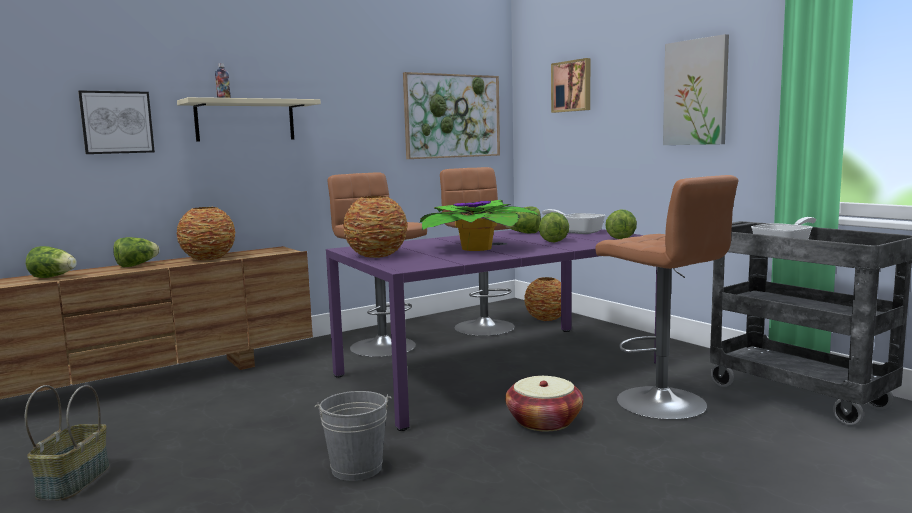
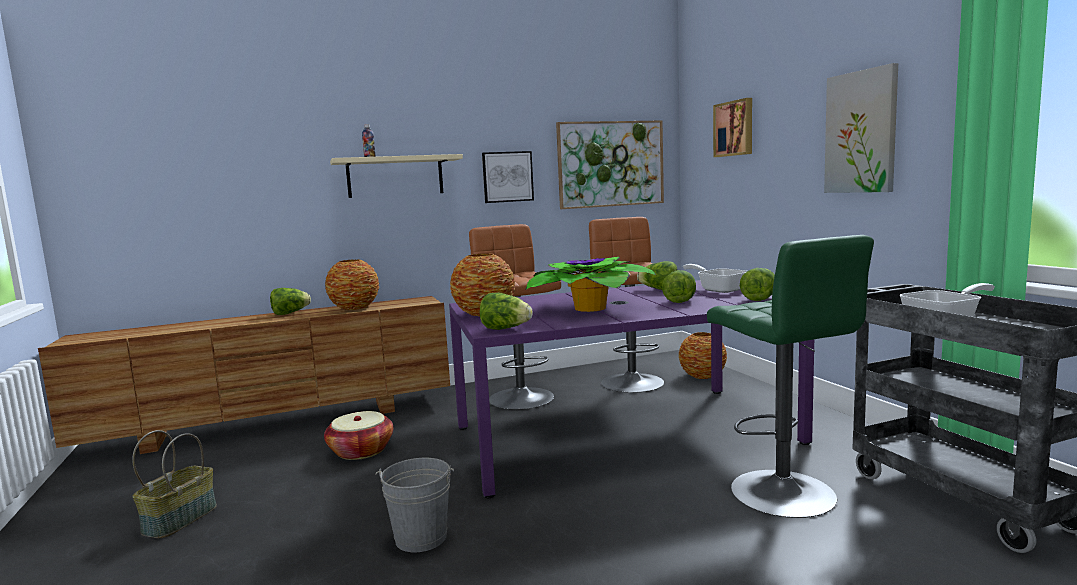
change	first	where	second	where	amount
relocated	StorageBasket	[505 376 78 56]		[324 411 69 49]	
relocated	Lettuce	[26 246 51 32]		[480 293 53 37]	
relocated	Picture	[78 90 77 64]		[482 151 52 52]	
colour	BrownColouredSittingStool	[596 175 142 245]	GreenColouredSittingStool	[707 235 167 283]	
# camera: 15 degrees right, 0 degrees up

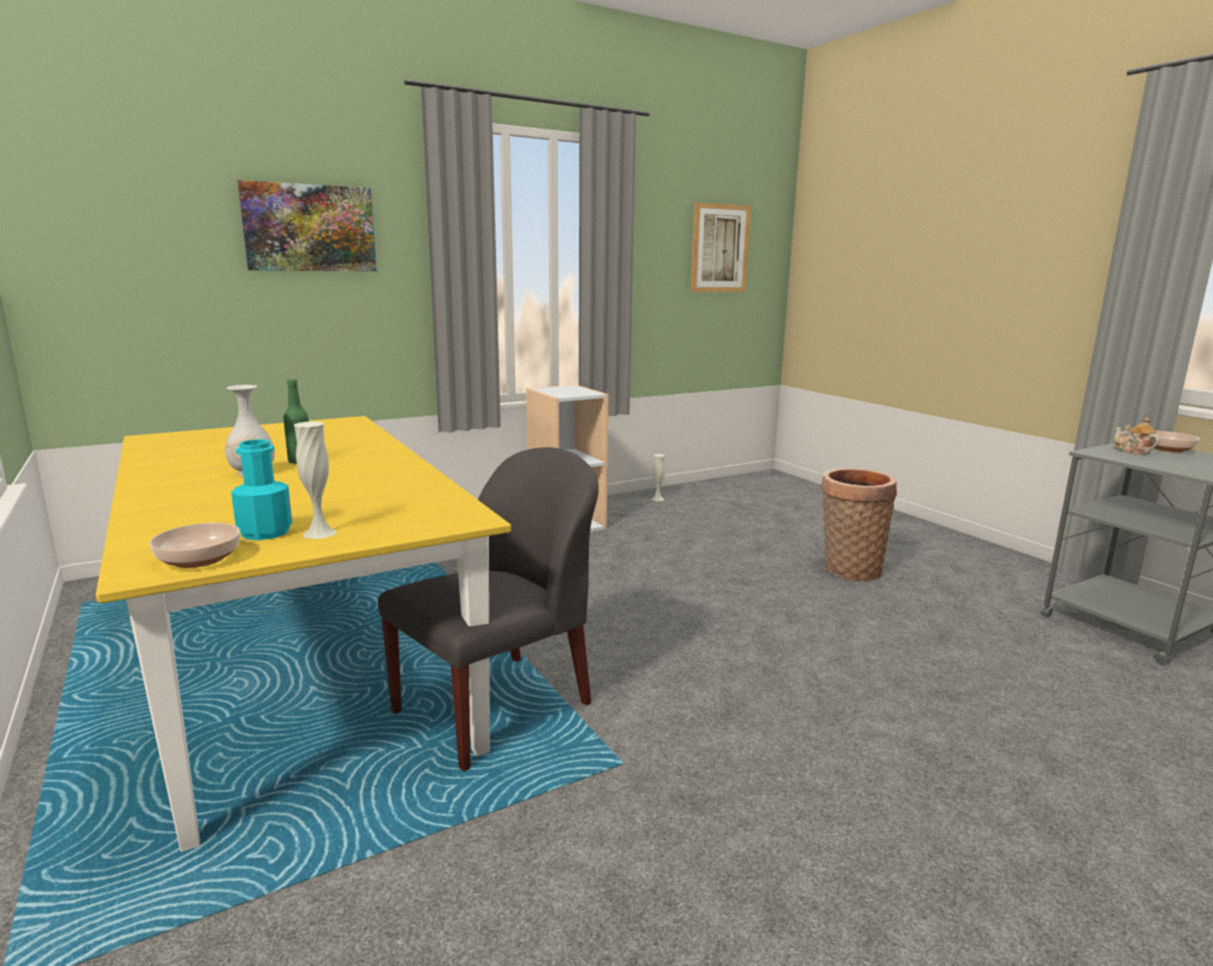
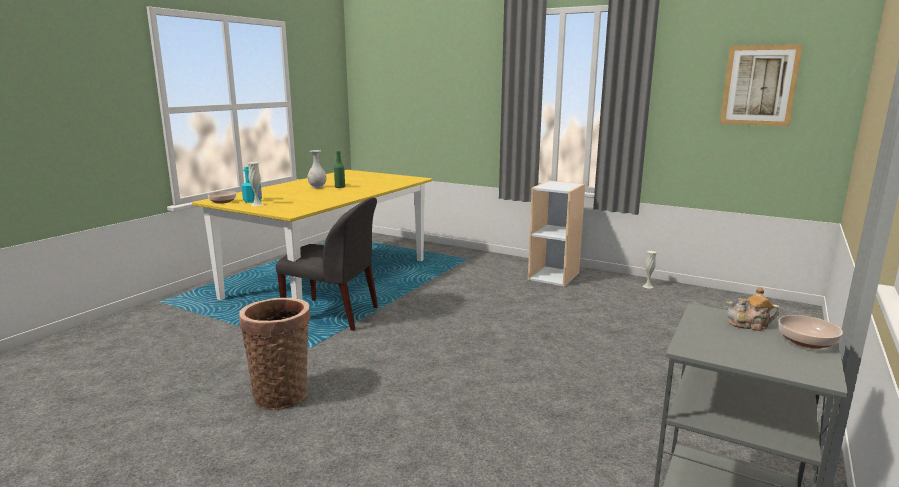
change	first	where	second	where	amount
relocated	StorageBasket	[821 468 76 113]		[239 298 72 112]	
spun	Teapot	[1113 417 47 38]		[726 287 54 44]	120 degrees counterclockwise
missing	Picture	[237 180 140 91]			
# camera: 60 degrees right, 0 degrees up

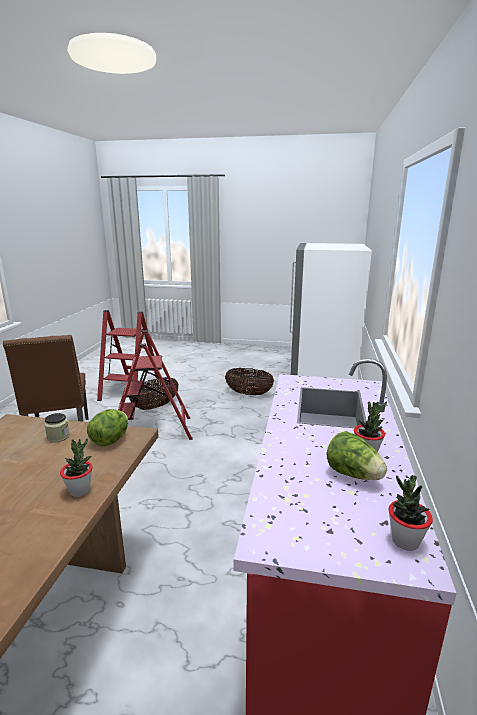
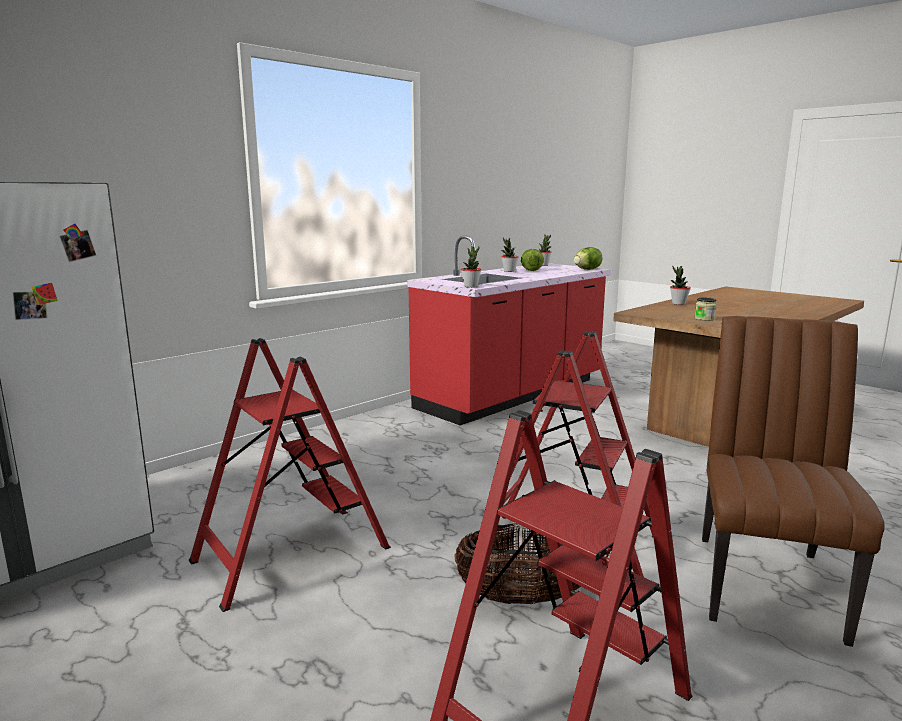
change	first	where	second	where	amount
exchanged	StorageBasket	[225 368 49 27]	RedColouredStepStool	[189 338 202 274]	
appeared			PottedPlant	[461 246 20 42]	
relocated	Lettuce	[87 409 41 37]		[574 247 29 23]	
# camera: 145 degrees left, 5 degrees down

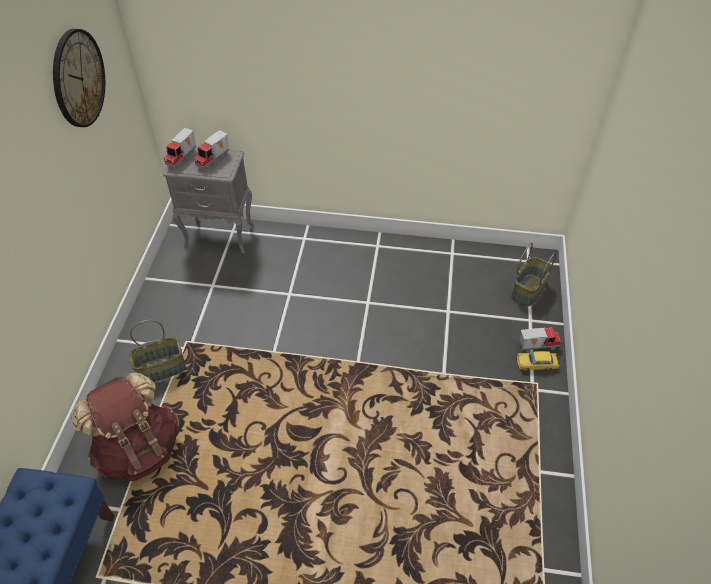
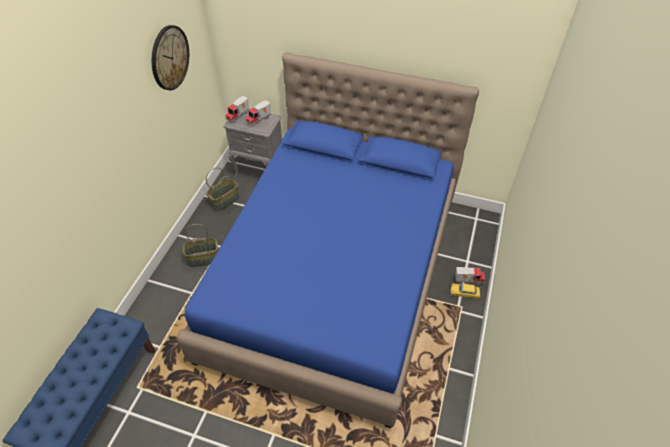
change	first	where	second	where	amount
appeared			BlueBed	[177 52 302 376]	
relocated	StorageBasket	[511 243 45 64]		[206 167 34 45]	
missing	BrownColouredBackpack	[72 372 107 109]			
# camera: 10 degrees right, 0 degrees up

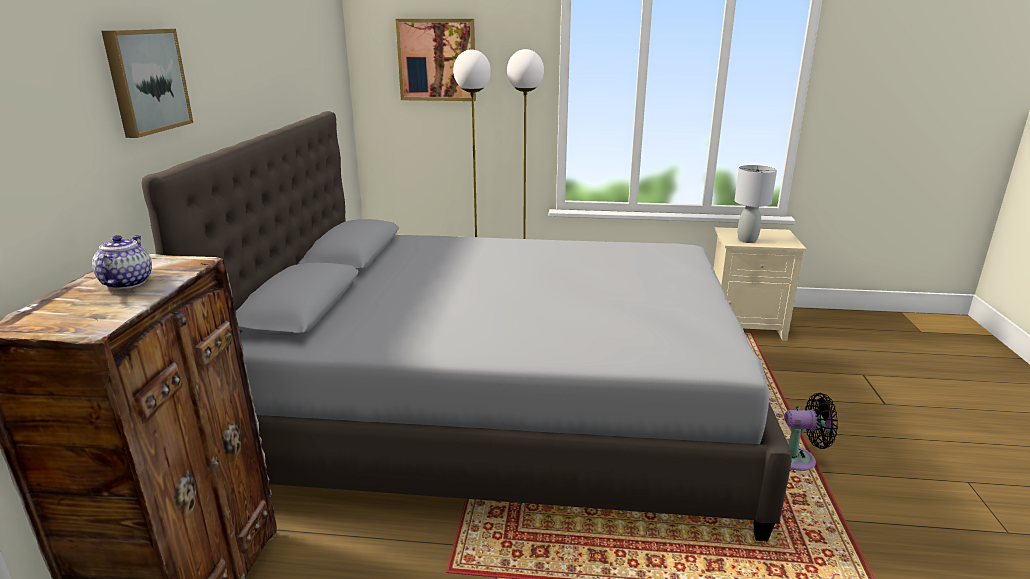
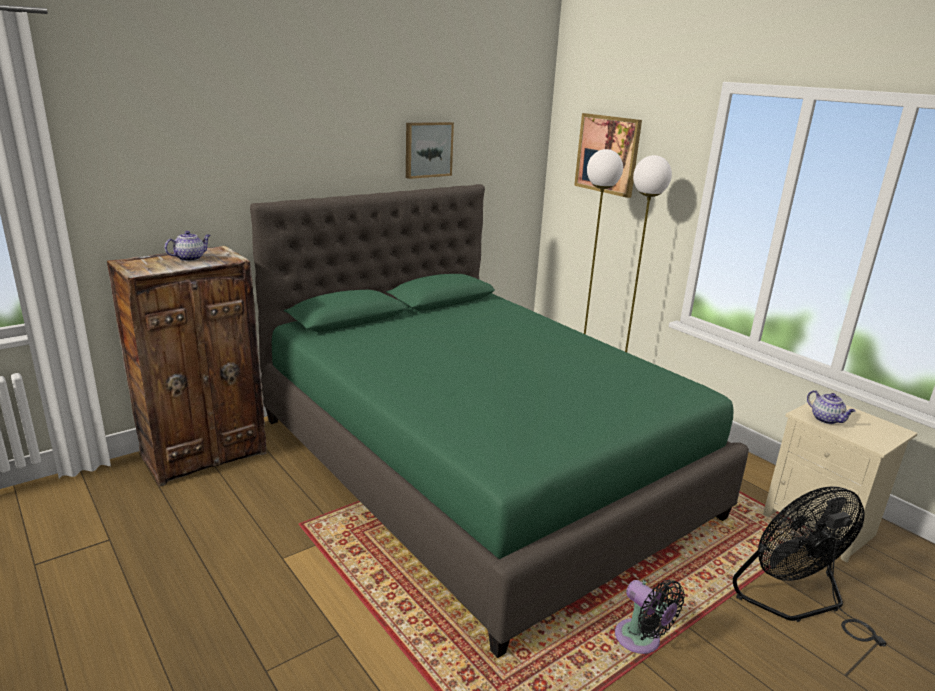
change	first	where	second	where	amount
colour	GreyishBed	[142 111 650 430]	GreenColouredBed	[250 184 499 474]	
relocated	Picture	[101 29 92 109]		[406 122 48 57]	
appeared			BlackCoolingFan	[733 486 153 161]	
exchanged	GreyishTableLamp	[734 165 43 78]	Teapot	[807 390 48 34]	
# camera: 45 degrees right, 0 degrees up

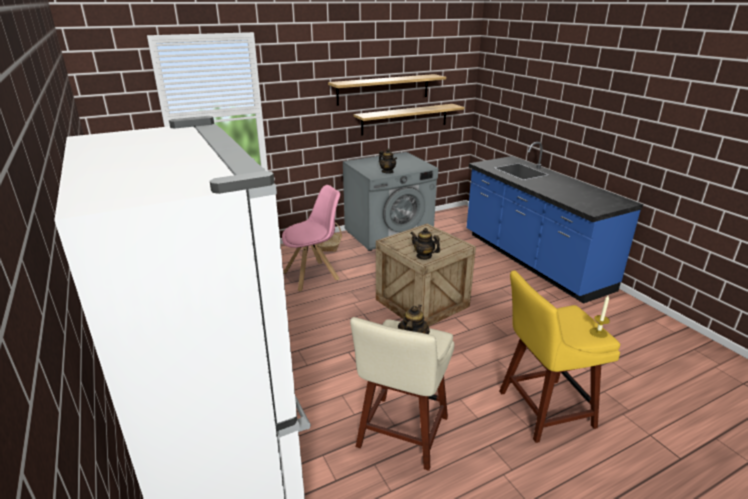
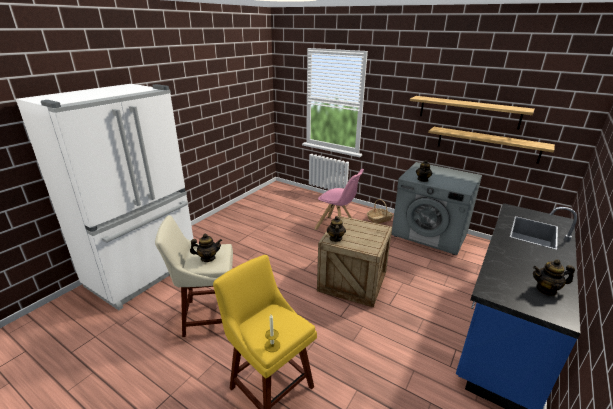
change	first	where	second	where	amount
appeared			Teapot	[533 259 42 37]	
# camera: 60 degrees right, 0 degrees up

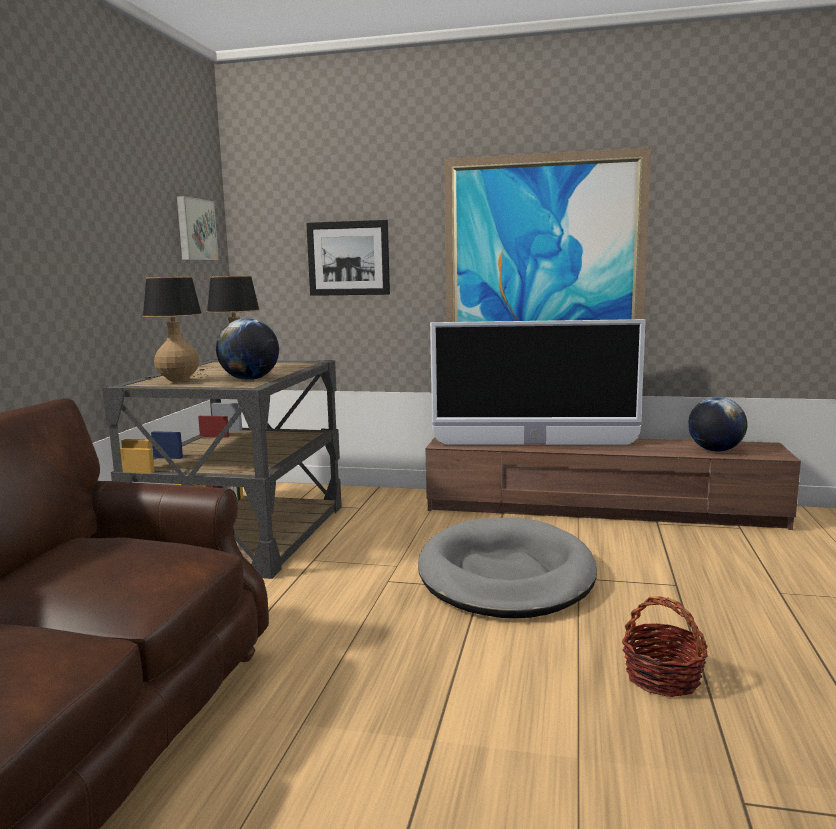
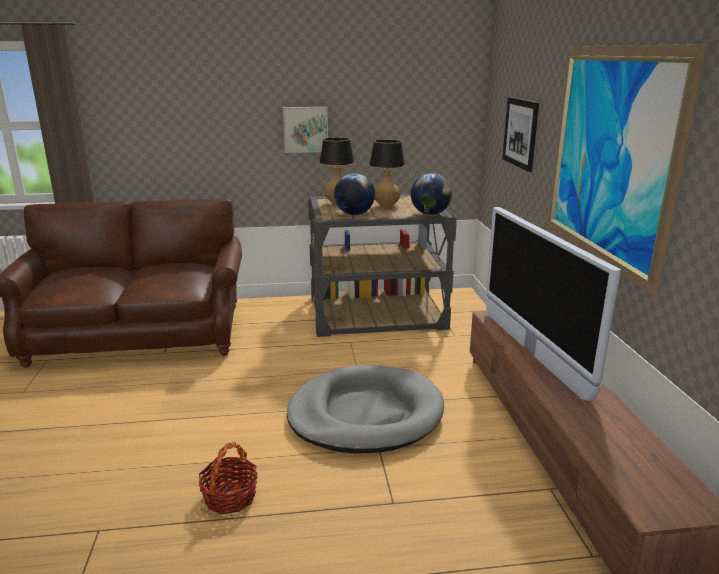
change	first	where	second	where	amount
relocated	Picture	[177 196 42 64]		[283 107 45 46]	
relocated	DeskGlobe	[688 397 59 55]		[411 173 41 42]	
# camera: 70 degrees right, 10 degrees up

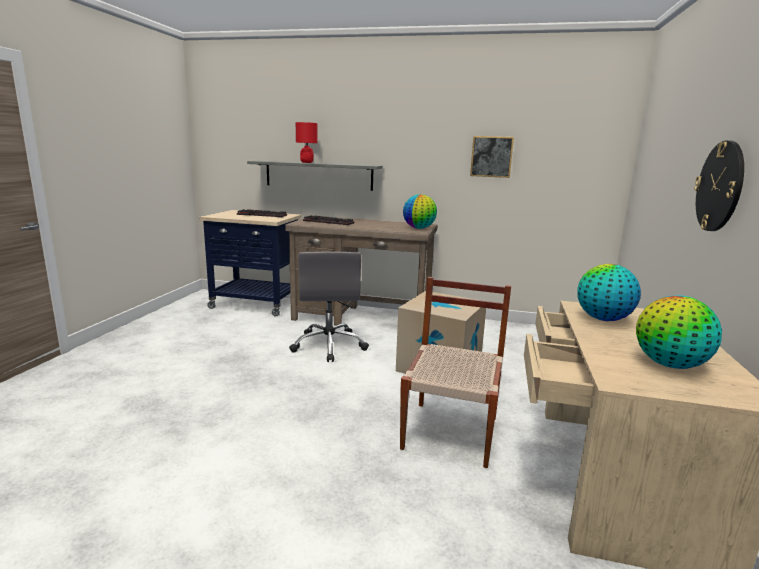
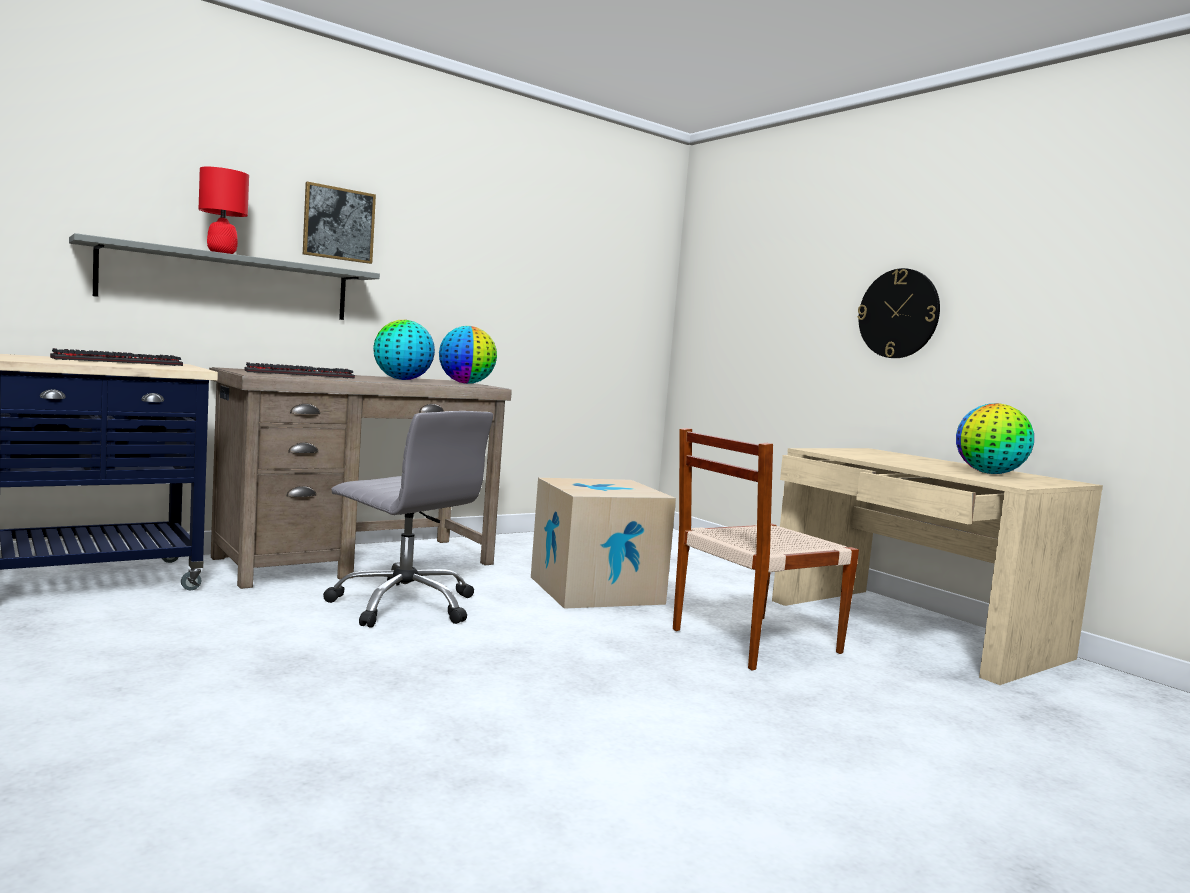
change	first	where	second	where	amount
relocated	Picture	[470 136 44 42]		[303 181 73 83]	
relocated	DeskGlobe	[577 264 64 57]		[373 320 62 60]	
spun	PlainChair	[400 277 111 191]		[673 428 186 243]	90 degrees counterclockwise
# camera: 50 degrees left, 10 degrees down

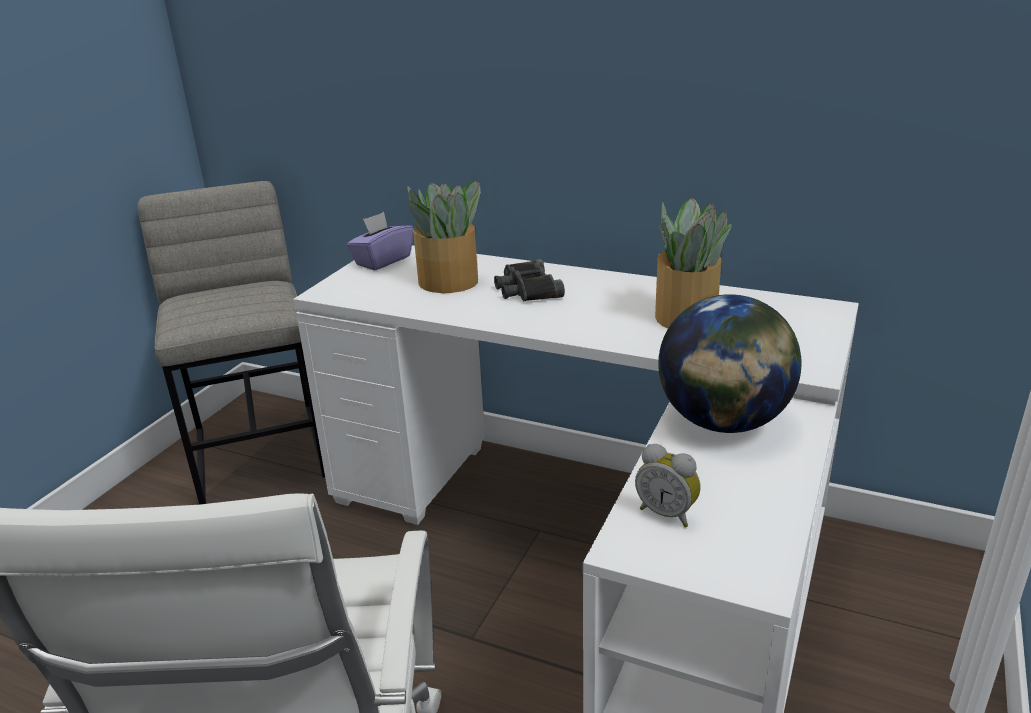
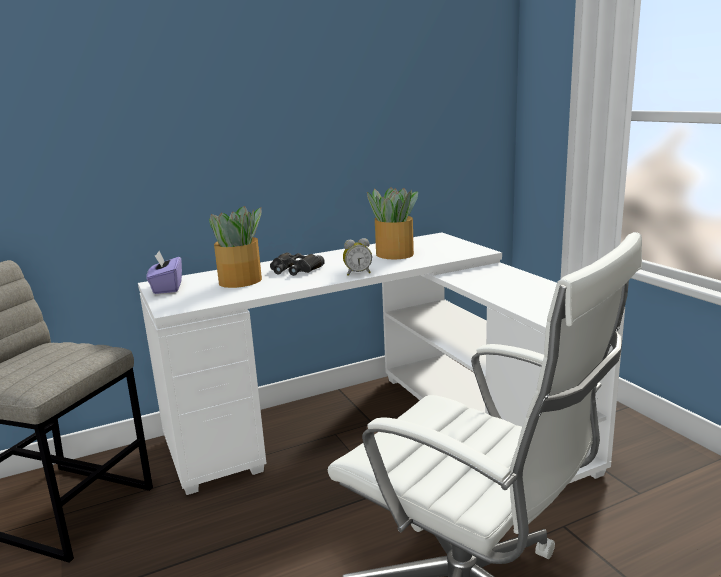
change	first	where	second	where	amount
relocated	TableClock	[635 444 66 83]		[343 238 29 38]	
missing	DeskGlobe	[658 294 144 139]			
# camera: 50 degrees left, 10 degrees down

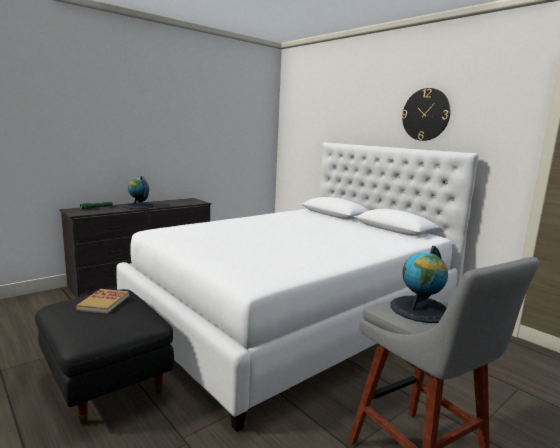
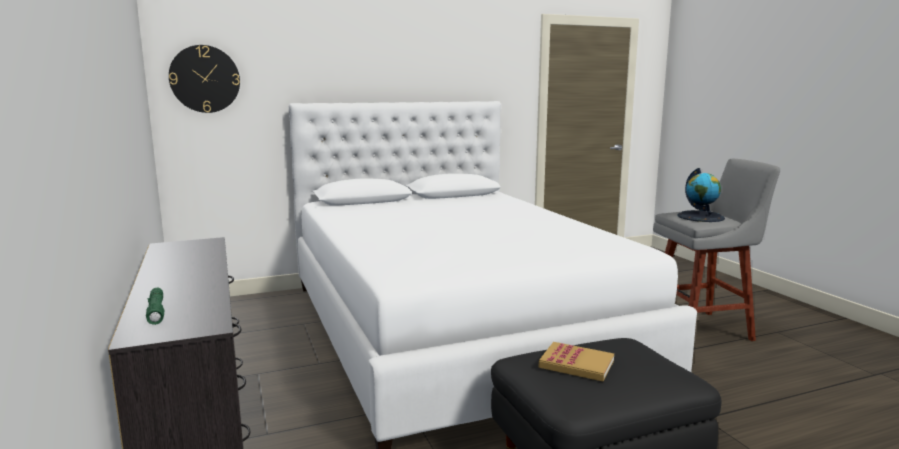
change	first	where	second	where	amount
relocated	HangingClock	[402 88 49 53]		[169 45 71 68]	
missing	DeskGlobe	[125 176 29 33]			
# camera: 70 degrees left, 0 degrees up

